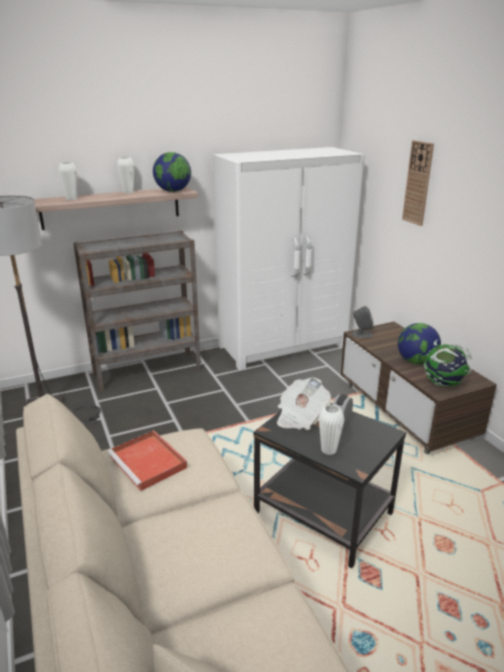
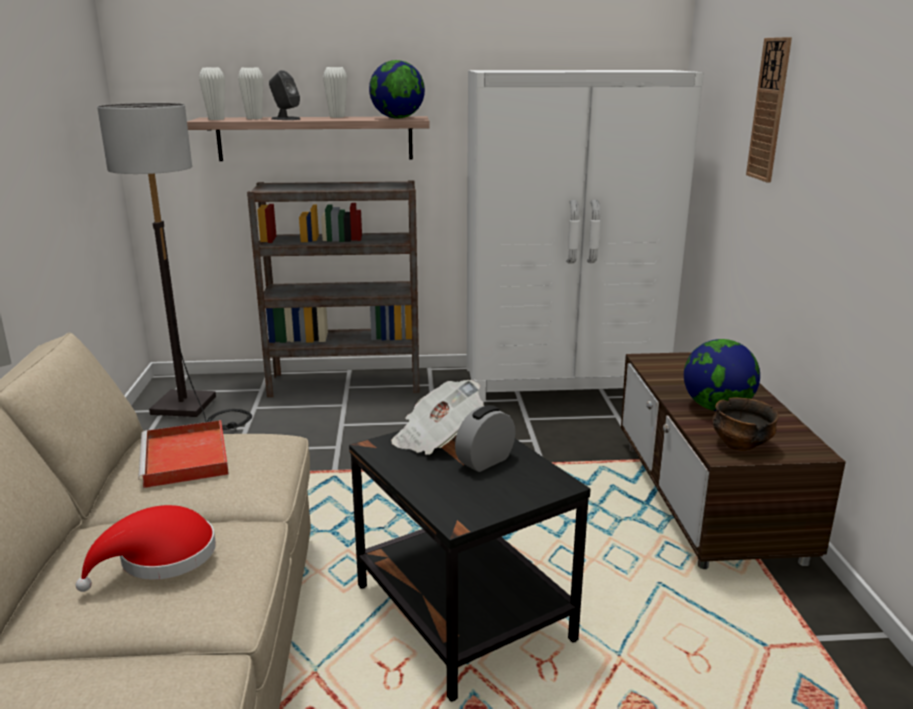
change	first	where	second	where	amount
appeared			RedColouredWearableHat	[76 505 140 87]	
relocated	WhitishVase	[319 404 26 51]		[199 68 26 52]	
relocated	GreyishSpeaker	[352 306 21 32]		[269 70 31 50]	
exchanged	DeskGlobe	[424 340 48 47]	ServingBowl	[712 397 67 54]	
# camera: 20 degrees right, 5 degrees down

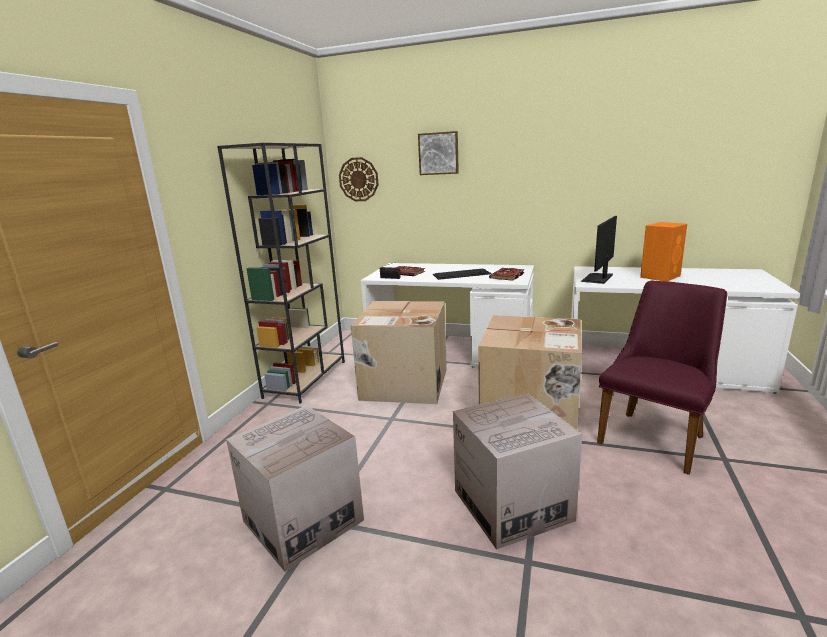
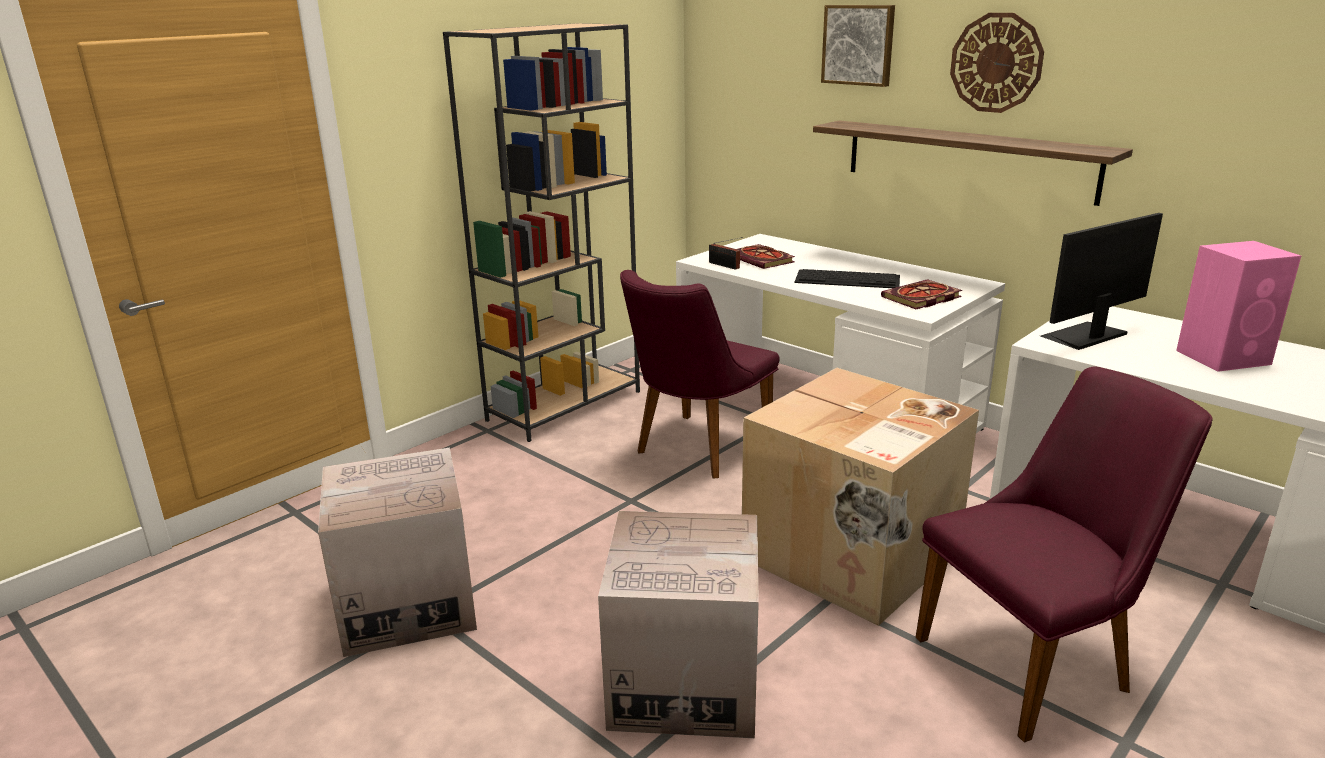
change	first	where	second	where	amount
exchanged	CardboardBox	[351 301 96 103]	PurplePlainChair	[620 270 159 209]	
appeared			BracketShelf	[813 120 320 86]	
relocated	HangingClock	[339 157 40 44]		[950 13 94 100]	
colour	OrangeySpeaker	[640 222 47 59]	PinkSpeaker	[1176 241 125 131]	
# camera: 25 degrees right, 5 degrees up

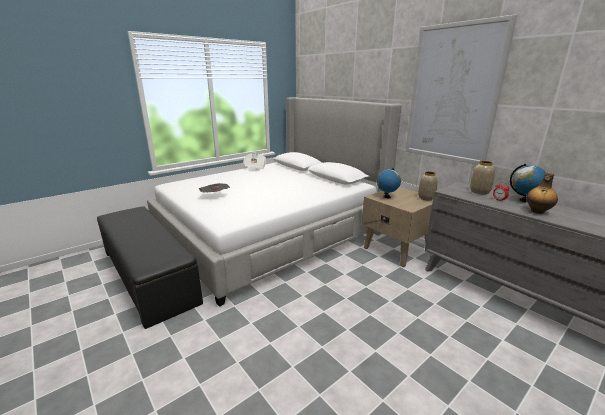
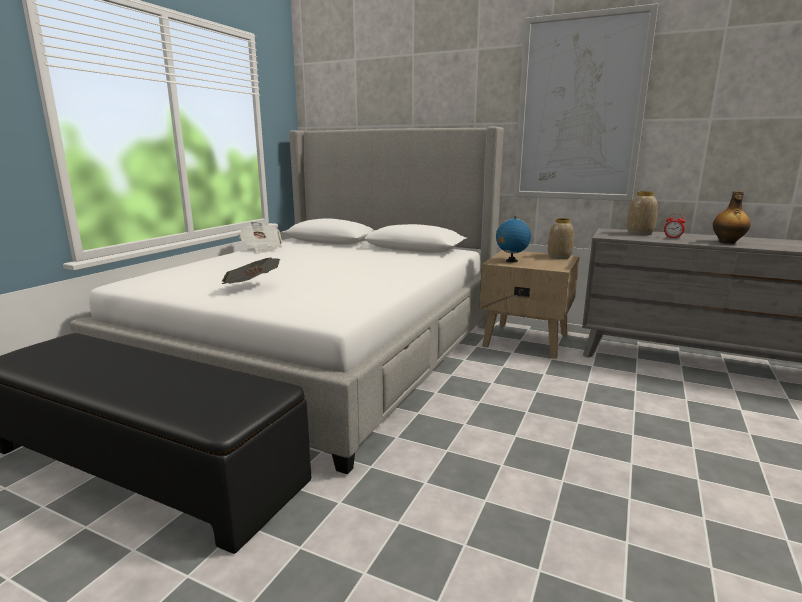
change	first	where	second	where	amount
missing	DeskGlobe	[510 164 36 38]			
# camera: 25 degrees left, 5 degrees down

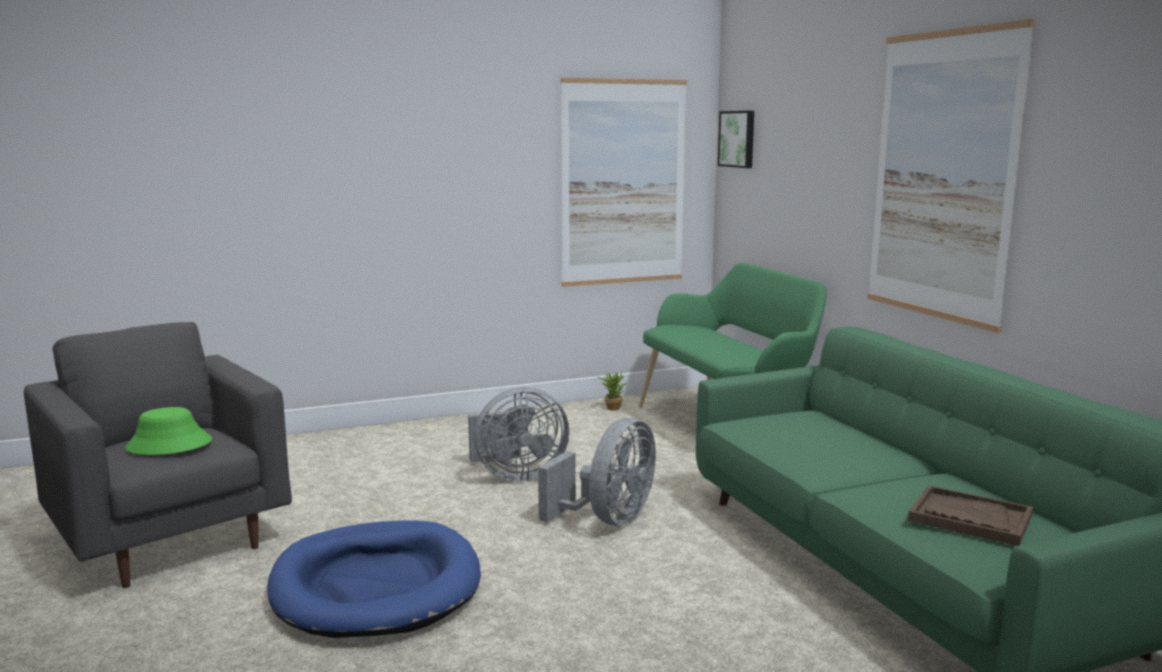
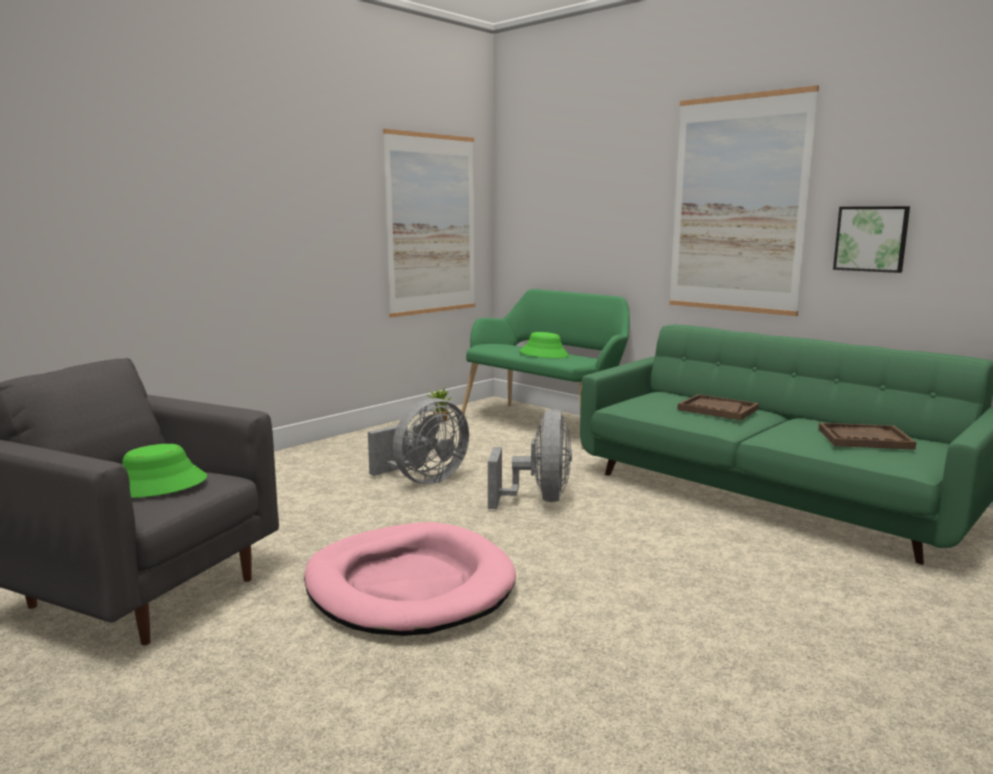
change	first	where	second	where	amount
colour	BluePetBed	[267 521 214 117]	PinkPetBed	[304 522 212 114]	
appeared			GreenColouredWearableHat	[520 332 49 26]	
appeared			BrownColouredCarryingTray	[677 394 82 26]	
relocated	Picture	[718 111 36 57]		[833 206 77 67]	
# camera: 25 degrees left, 0 degrees up

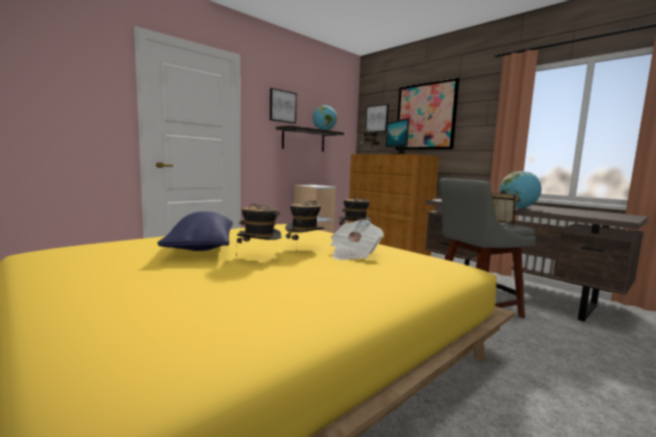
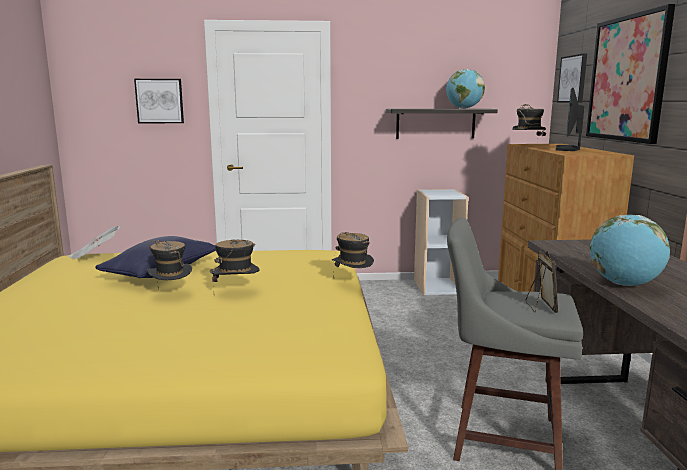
change	first	where	second	where	amount
relocated	DailyPaper	[330 220 54 40]		[69 226 51 33]	
relocated	Picture	[270 88 27 36]		[134 79 50 44]	
# camera: 40 degrees right, 5 degrees up

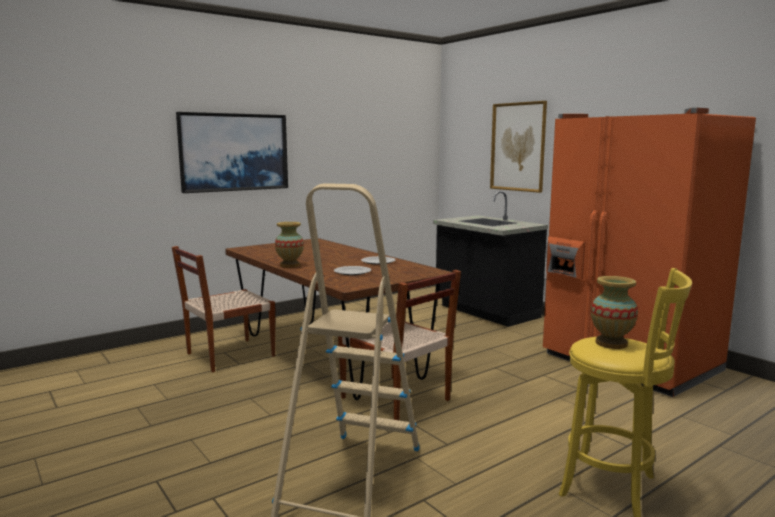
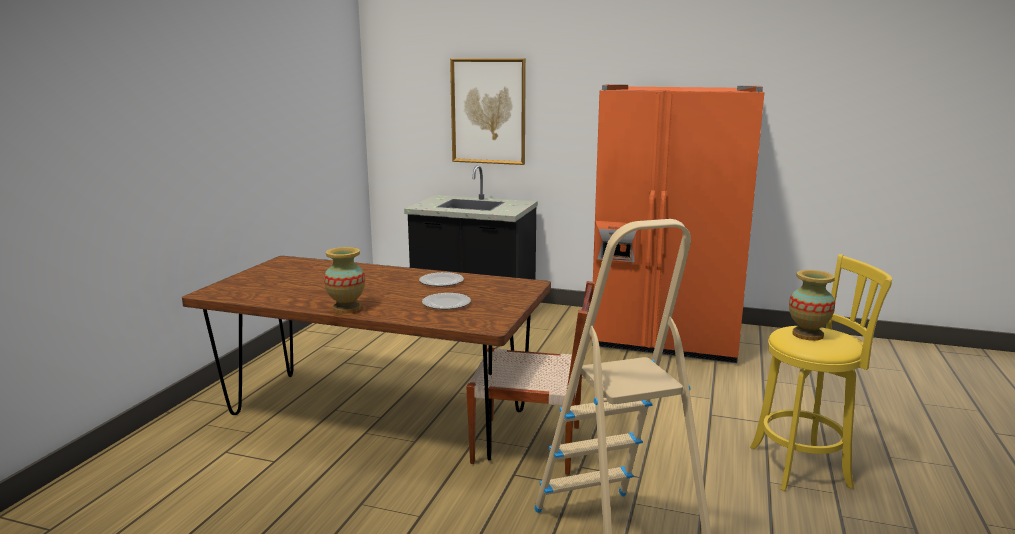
change	first	where	second	where	amount
missing	PlainChair	[172 246 103 126]			
missing	Picture	[176 112 112 81]			
# camera: 35 degrees left, 5 degrees up

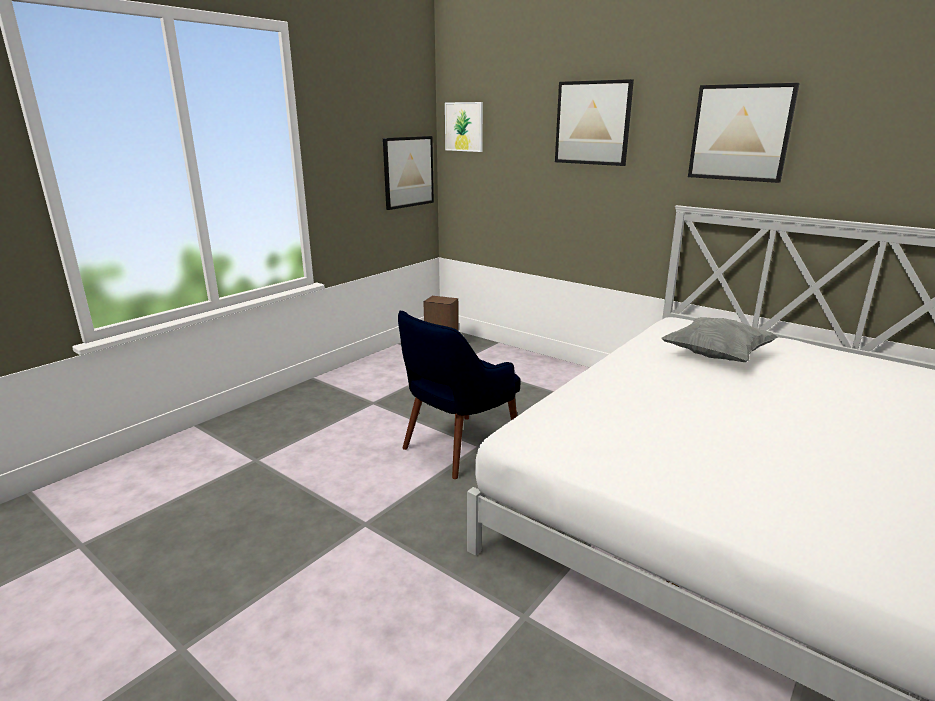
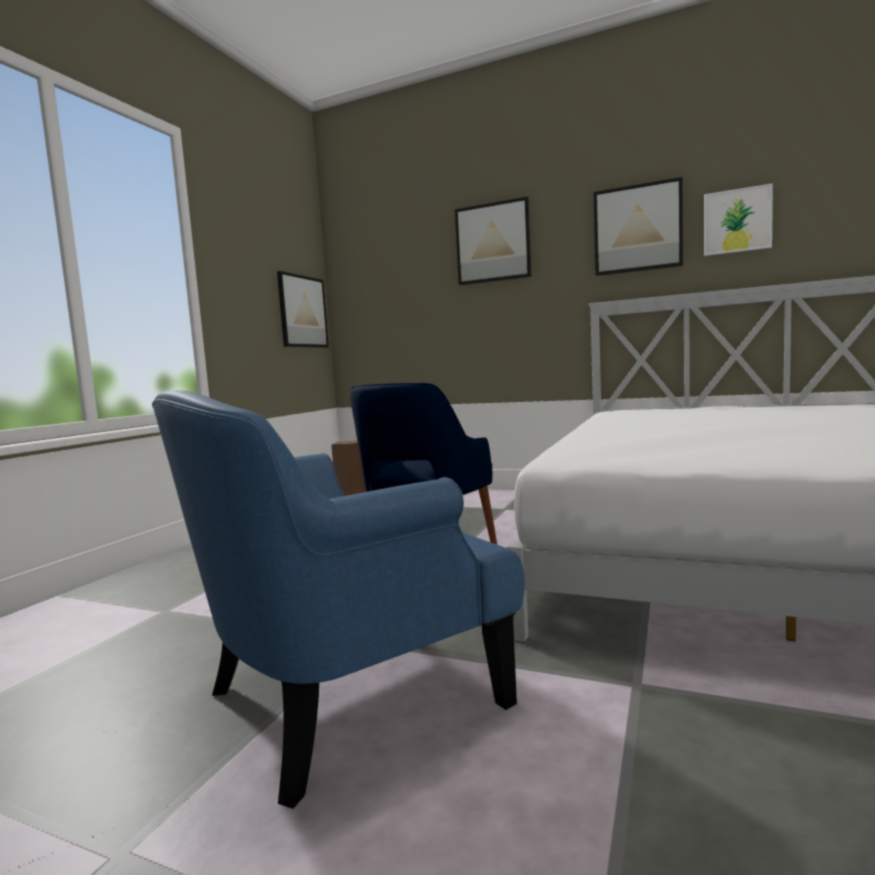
change	first	where	second	where	amount
appeared			BlueLoungeChair	[152 390 373 419]	
relocated	Picture	[445 102 38 50]		[704 183 69 73]	
missing	GreyishPillow	[661 317 117 45]			
# camera: 15 degrees left, 15 degrees down

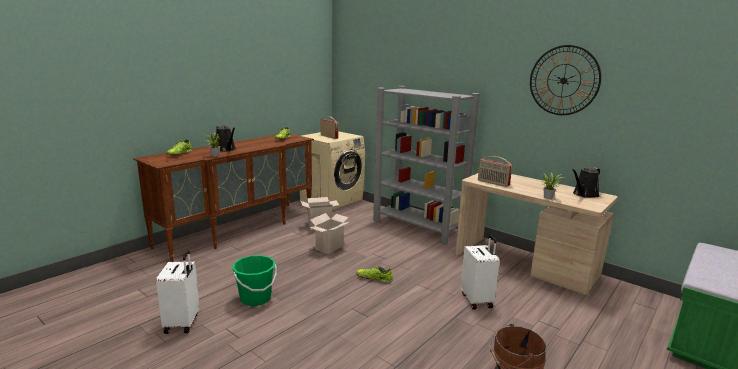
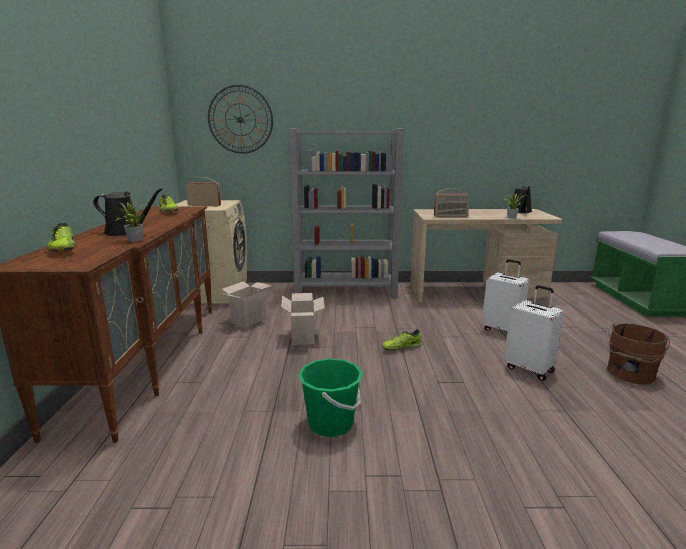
change	first	where	second	where	amount
relocated	HangingClock	[530 45 71 70]		[208 85 65 69]	
relocated	WhitishPieceOfLuggage	[156 251 43 83]		[504 285 60 96]	
# camera: 40 degrees left, 0 degrees up

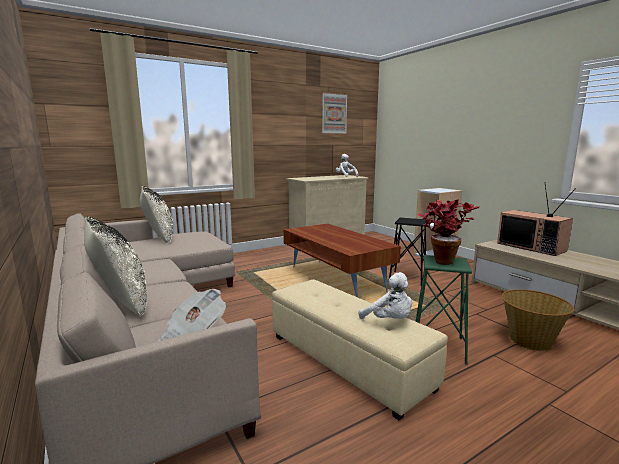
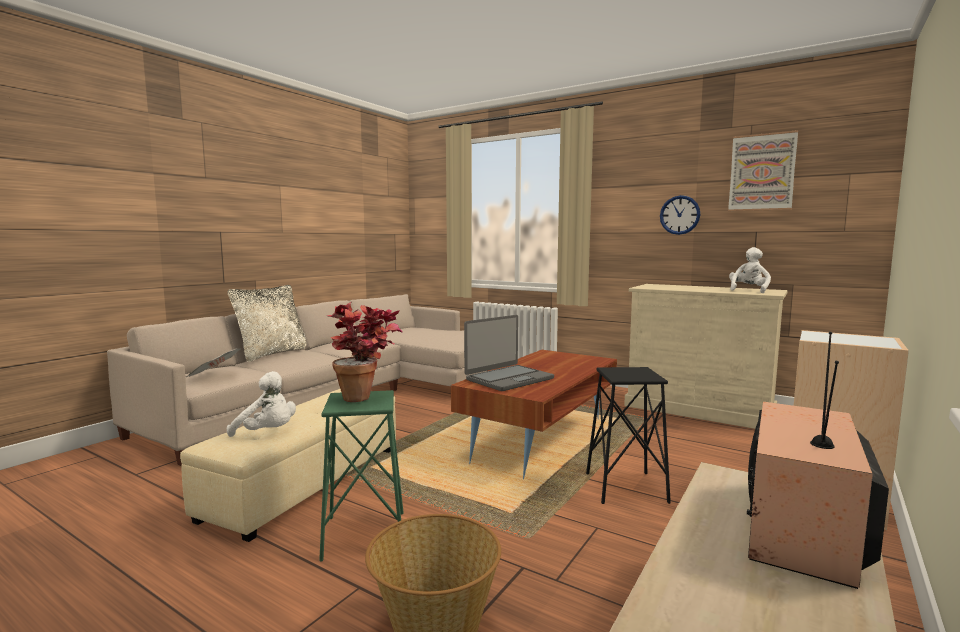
change	first	where	second	where	amount
spun	WhitishPlushToy	[359 272 53 47]		[227 371 69 66]	90 degrees counterclockwise
appeared			Laptop	[464 315 90 76]	
appeared			HangingClock	[660 195 41 40]	
missing	BeigeColouredPillow	[140 186 33 57]			
# camera: 65 degrees right, 5 degrees down

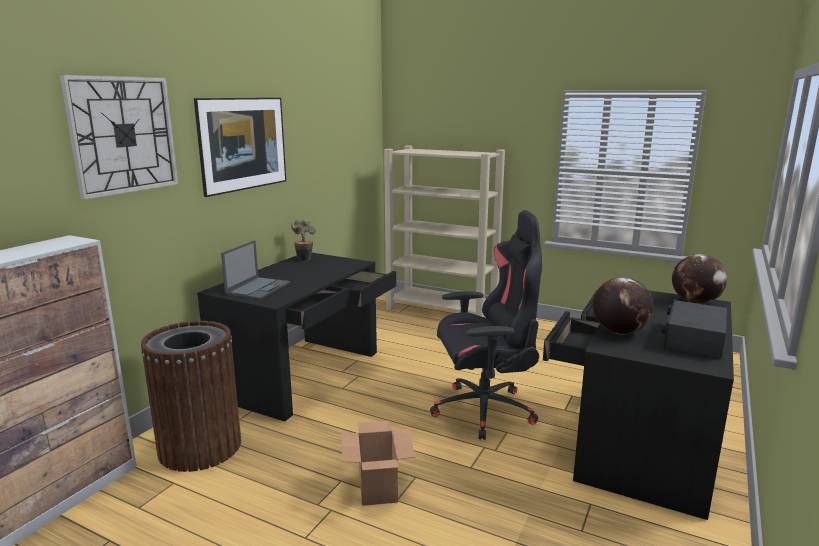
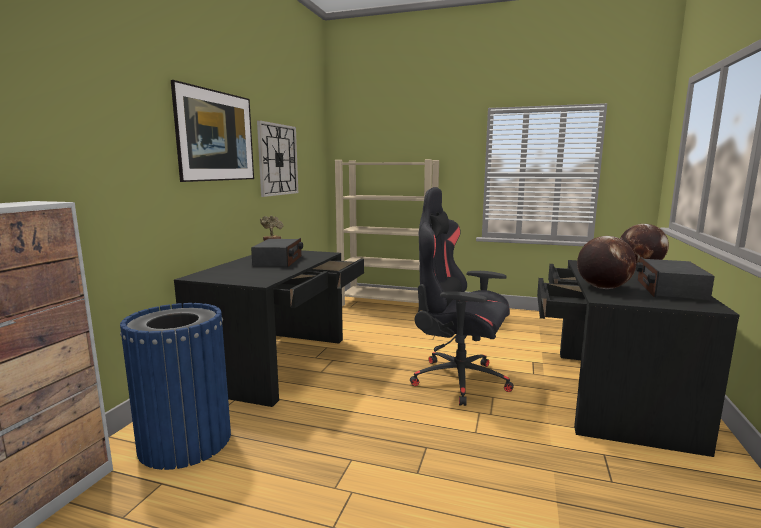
change	first	where	second	where	amount
colour	BrownColouredTrashCan	[141 321 100 151]	BlueTrashCan	[120 303 111 167]	
appeared			RadioReceiver	[251 238 52 29]	
relocated	HangingClock	[60 75 118 125]		[257 120 41 77]	
spun	BlackComputerChair	[430 210 112 230]		[410 187 104 219]	135 degrees counterclockwise
missing	Laptop	[221 240 69 59]			
missing	CardboardBox	[341 421 74 85]			
# camera: 10 degrees left, 5 degrees down

